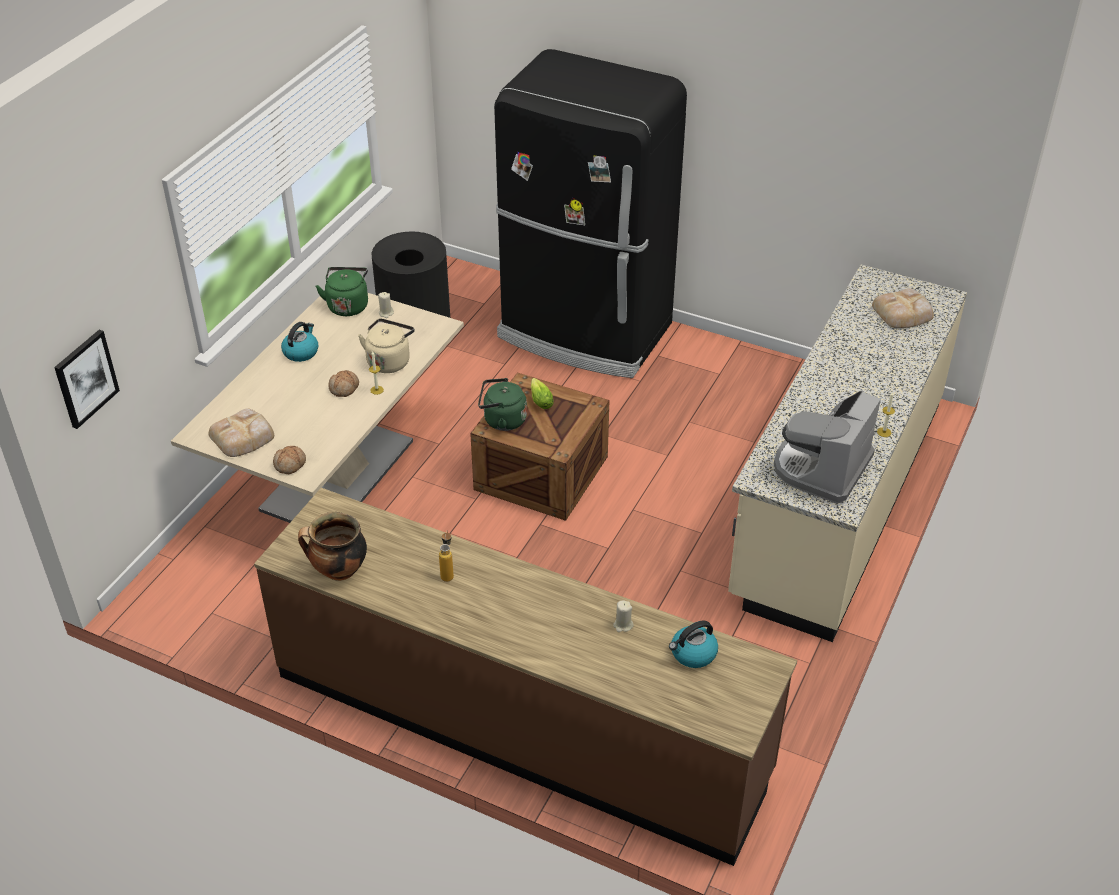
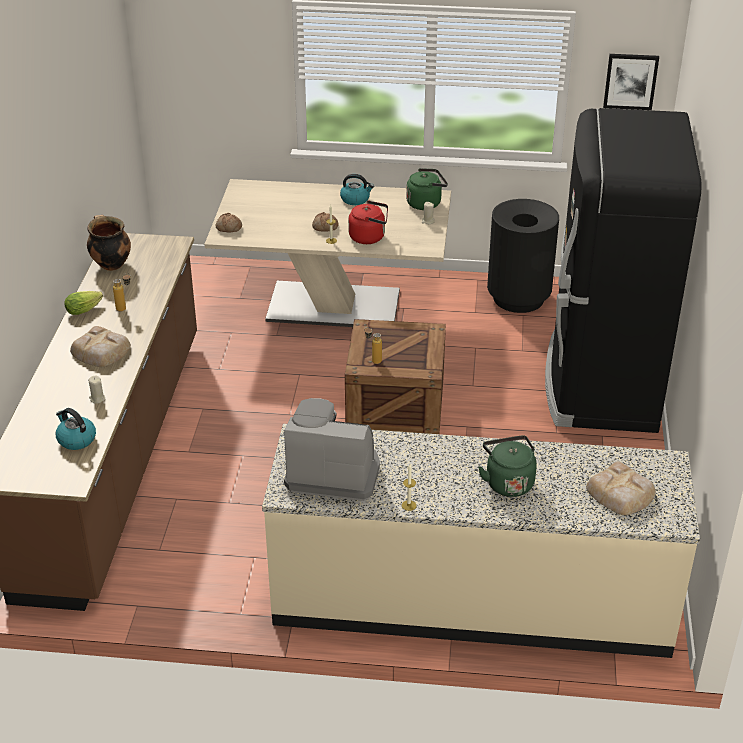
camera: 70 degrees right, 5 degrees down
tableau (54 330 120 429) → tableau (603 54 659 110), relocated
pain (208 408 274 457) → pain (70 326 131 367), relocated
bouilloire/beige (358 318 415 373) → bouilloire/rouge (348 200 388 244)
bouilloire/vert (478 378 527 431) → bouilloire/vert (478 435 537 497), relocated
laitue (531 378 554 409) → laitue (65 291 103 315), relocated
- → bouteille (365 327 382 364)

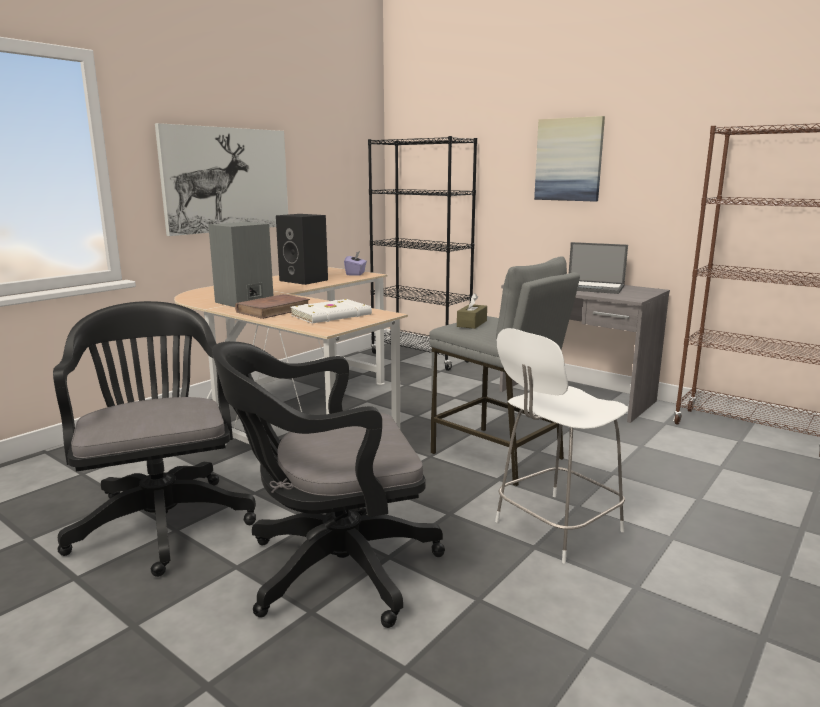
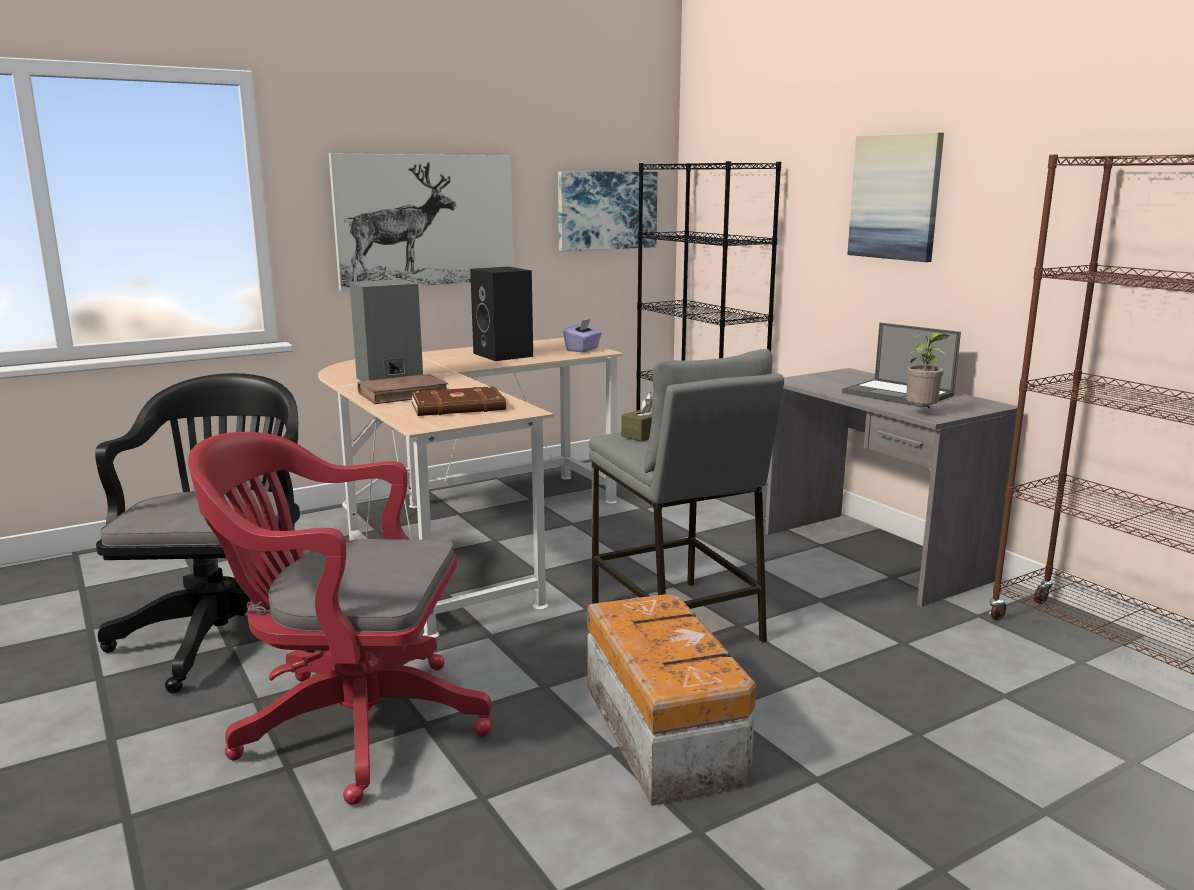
camera: 20 degrees right, 0 degrees up
chaise de bureau/noir (212 341 445 628) → chaise de bureau/rouge (188 432 492 805)
livre/blanc (290 299 372 323) → livre/marron (411 386 506 416)
chaise/blanc (495 328 628 563) → boîte de rangement (587 594 756 806)
- → tableau (558 172 658 251)
- → plante en pot (906 332 949 409)

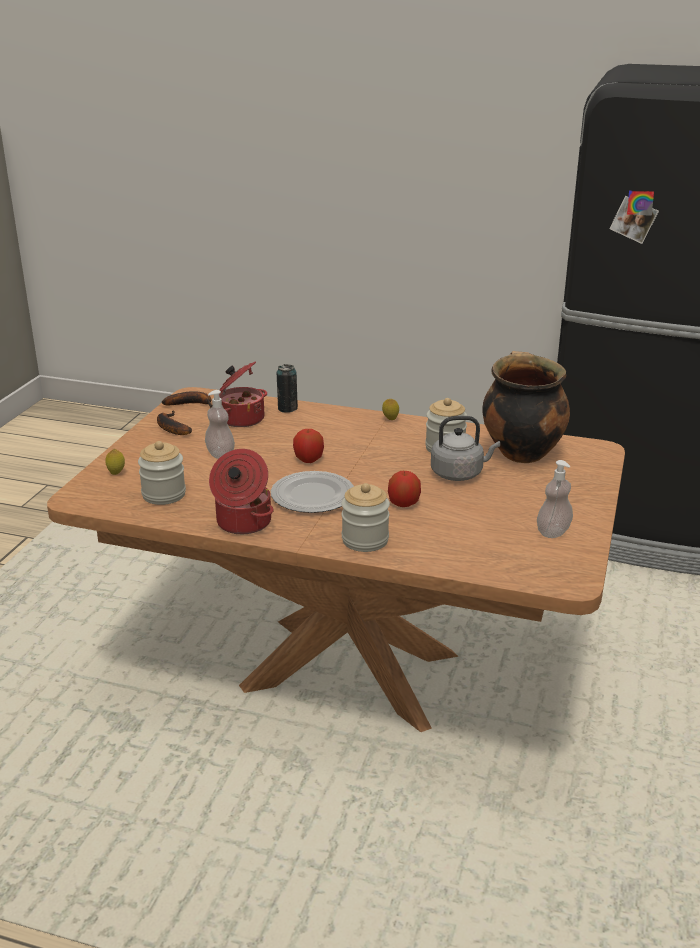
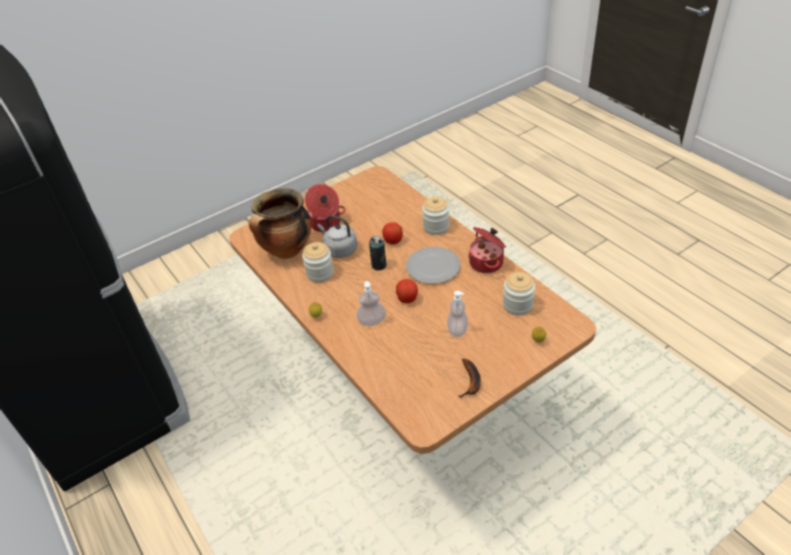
camera: 140 degrees left, 15 degrees up
banane (162 391 213 408) → -
marmite (219 361 267 427) → marmite (305 184 346 232), relocated
boîte métallique (277 364 298 413) → boîte métallique (369 236 386 270), relocated
distributeur de savon (537 460 573 538) → distributeur de savon (356 281 386 326), relocated

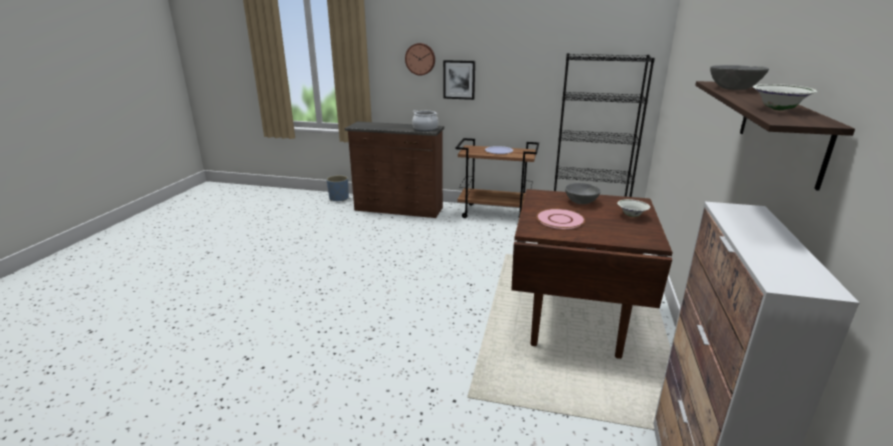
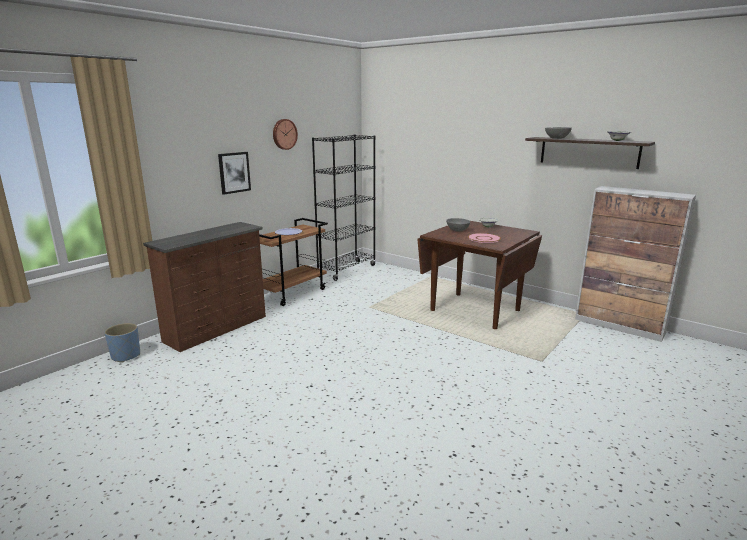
camera: 65 degrees left, 5 degrees down
horloge murale (405 43 435 75) → horloge murale (273 119 298 150), relocated
marmite (412 110 439 131) → -

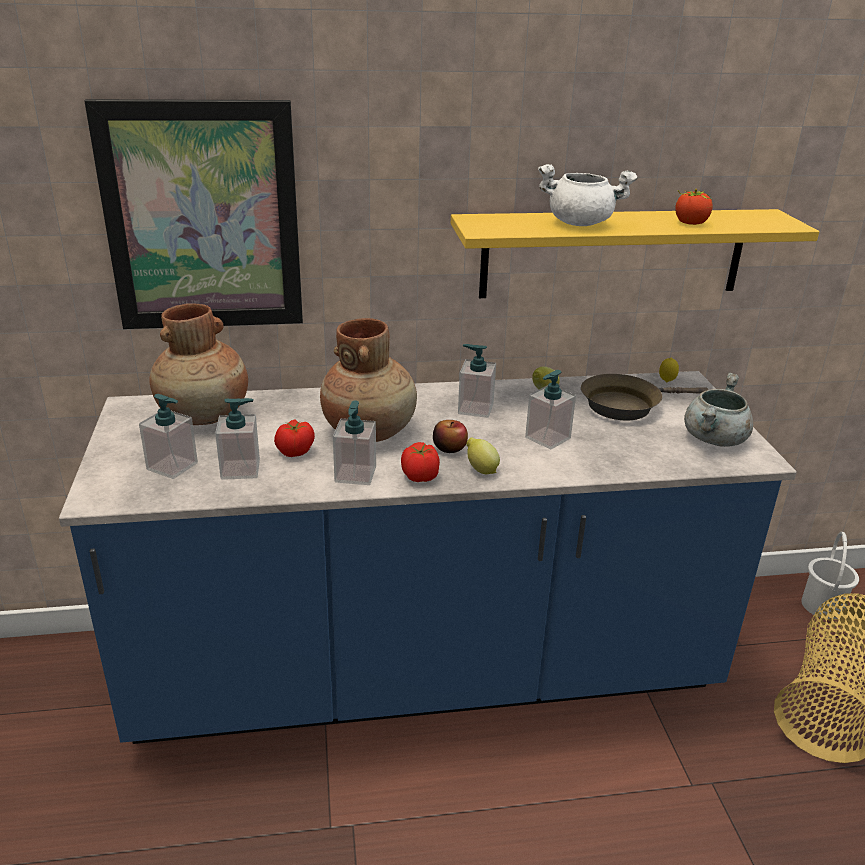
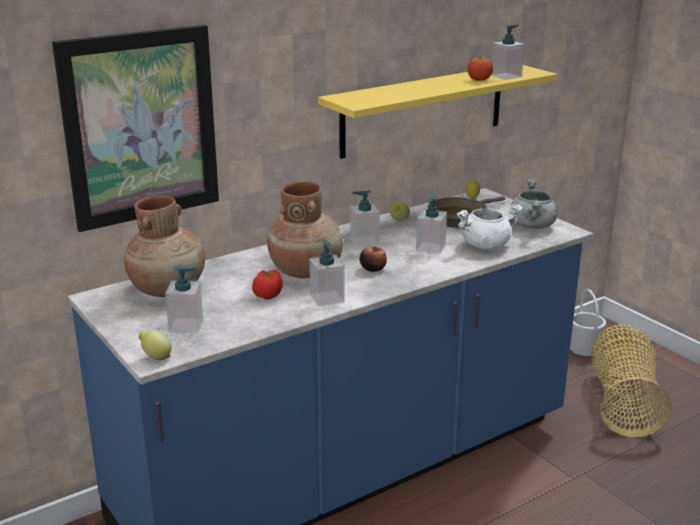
camera: 25 degrees left, 5 degrees down
distributeur de savon (215 398 260 480) → distributeur de savon (491 24 525 80), relocated
tomate (401 442 440 482) → -
citron (467 437 500 474) → citron (138 331 172 360), relocated
marmite/blanc (538 164 637 226) → marmite/blanc (457 204 523 250), relocated

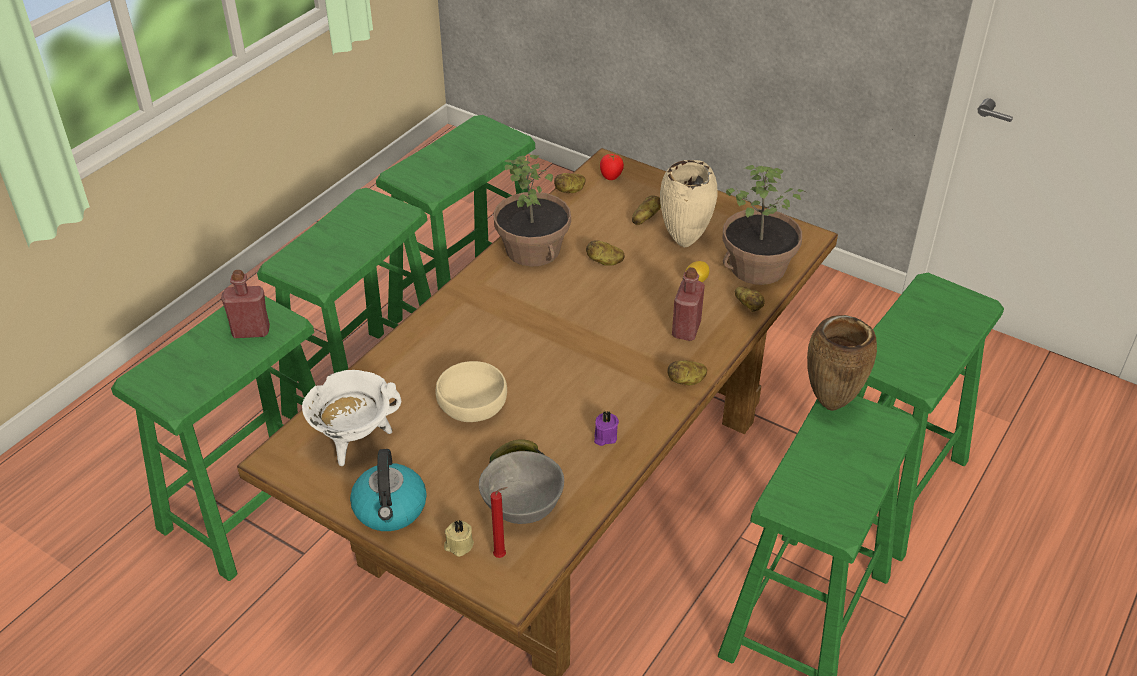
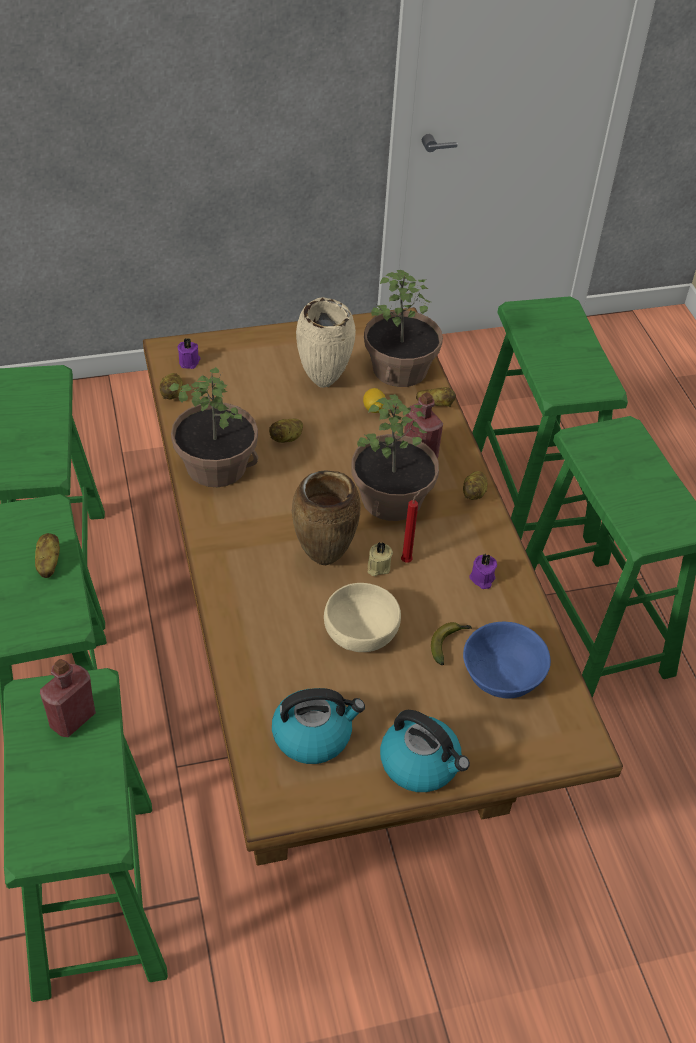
camera: 50 degrees left, 5 degrees up
marmite/blanc (302 370 401 466) → bouilloire (272 688 365 764)
bougie/beige (444 519 474 557) → bougie/beige (368 542 393 576), relocated
bol/gris (479 451 564 524) → bol/bleu (463 622 551 699)
bougie/rouge (491 487 507 558) → bougie/rouge (401 491 421 563), relocated
tomate (600 154 624 180) → bougie/violet (177 338 201 369)
pomme de terre (632 195 661 225) → pomme de terre (35 533 60 578), relocated
vase/marron (807 315 877 411) → vase/marron (292 470 361 565), relocated
- → plante en pot (352 394 439 521)

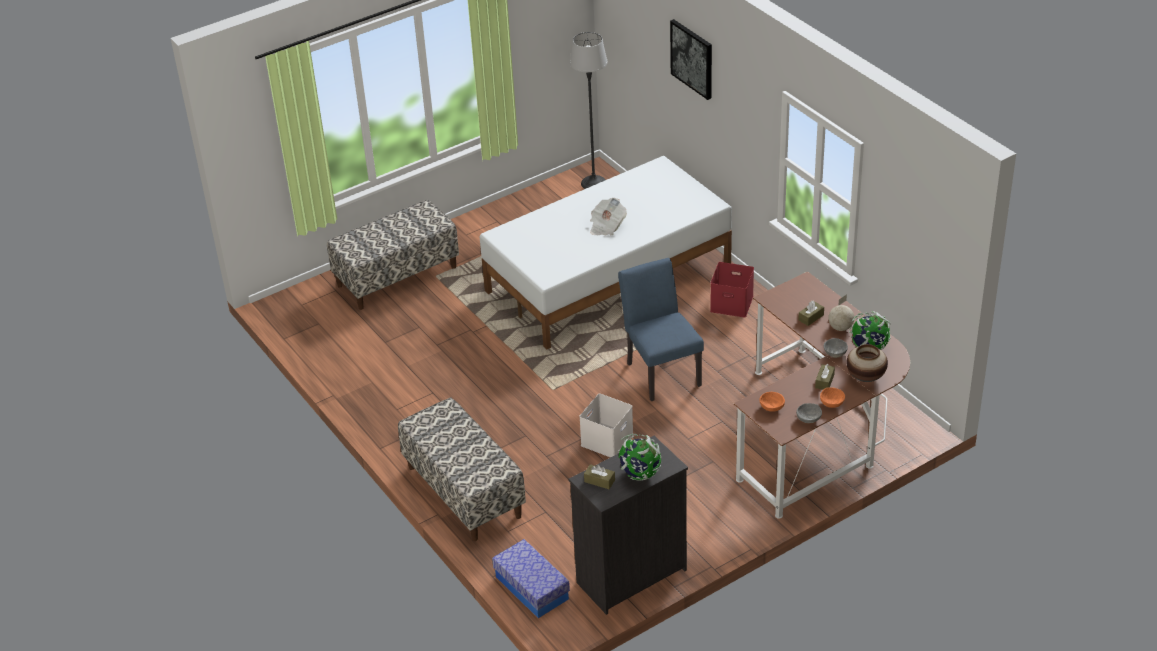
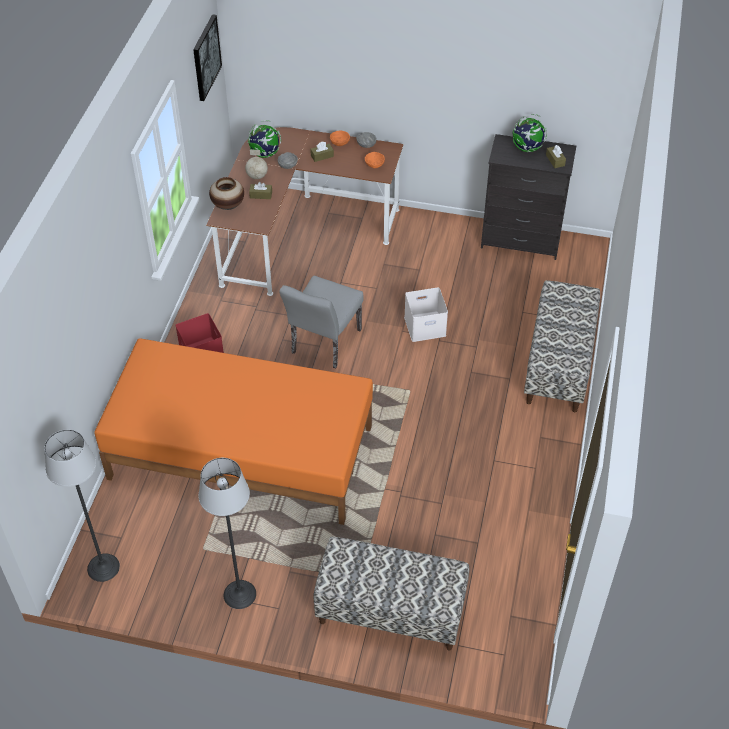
camera: 135 degrees left, 10 degrees up
lit/blanc (480 156 732 349) → lit/orange (94 338 373 525)
boîte de rangement (492 539 570 618) → -
journal (590 198 627 236) → -
chaise/bleu (618 258 704 401) → chaise/gris (279 276 364 368)
tableau (670 19 712 100) → tableau (193 14 222 101), relocated
vase (847 344 888 382) → vase (209 177 244 210), relocated
- → lampadaire (199 458 256 609)

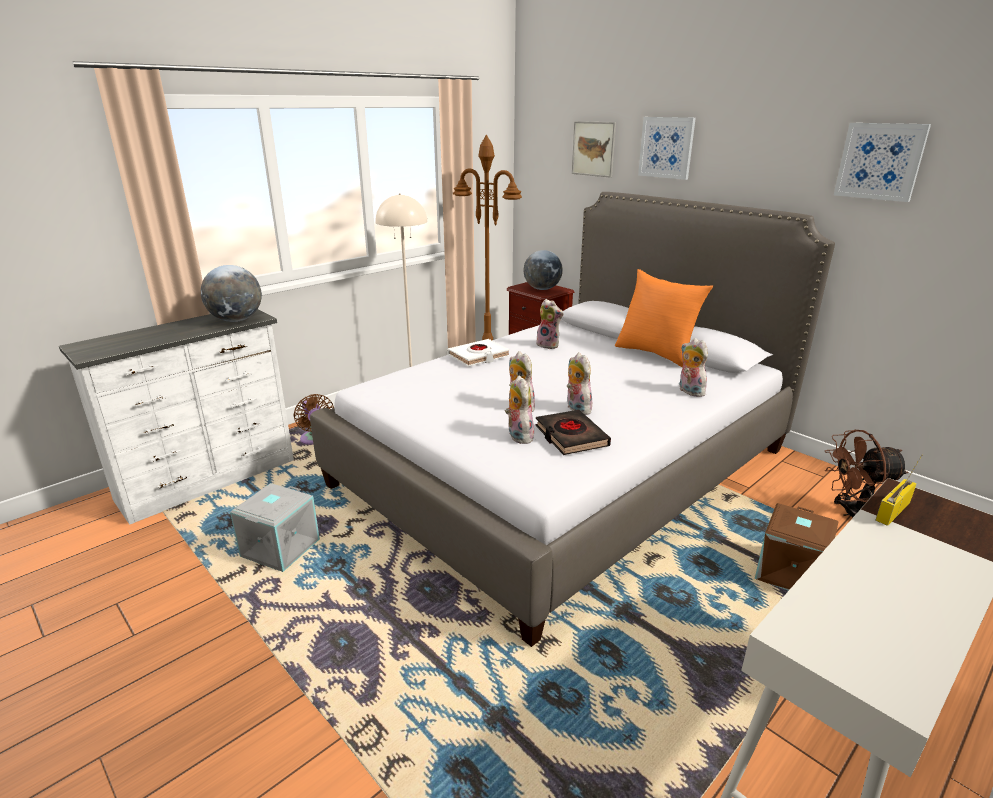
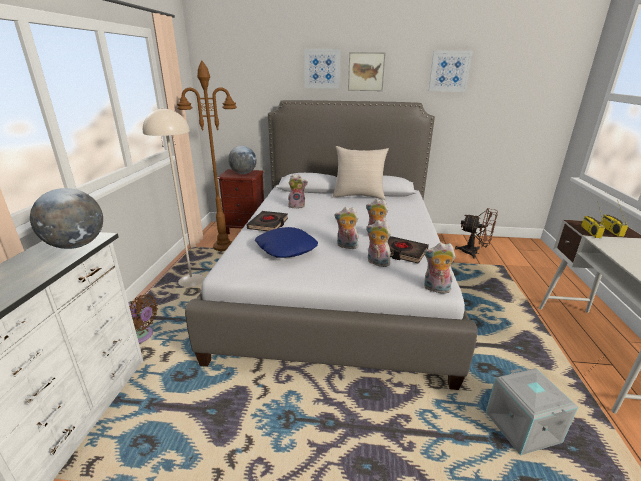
camera: 40 degrees left, 0 degrees up
boîte de rangement/gris (230 483 320 572) → boîte de rangement/gris (486 368 578 455), relocated
livre/blanc (447 339 510 367) → livre/noir (247 211 288 231)
tableau (572 121 616 178) → tableau (348 52 386 91), relocated
coussin/orange (615 269 713 368) → coussin/beige (333 146 389 200)
peluche (679 338 708 397) → peluche (424 243 456 293), relocated
boîte de rangement/marron (755 503 838 591) → -
ventilateur/marron (825 430 908 517) → ventilateur/marron (455 208 498 259), 105 degrees counterclockwise
- → coussin/bleu (255 227 318 258)
- → radio (600 200 628 237)

